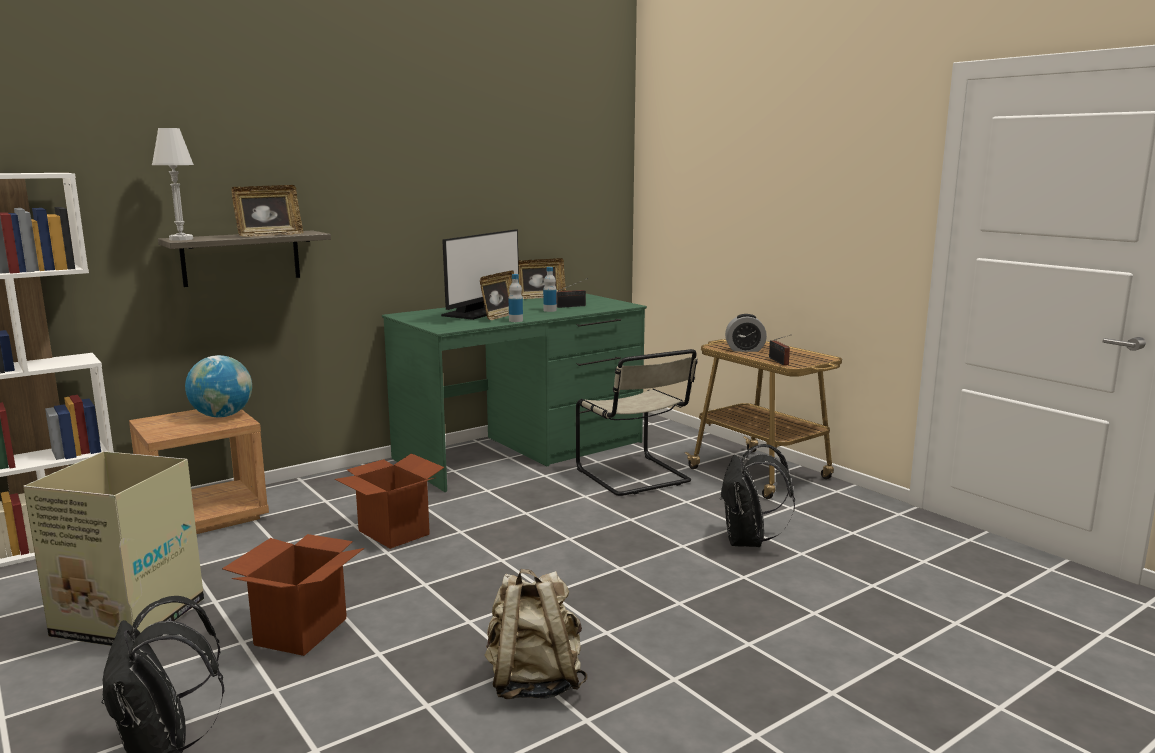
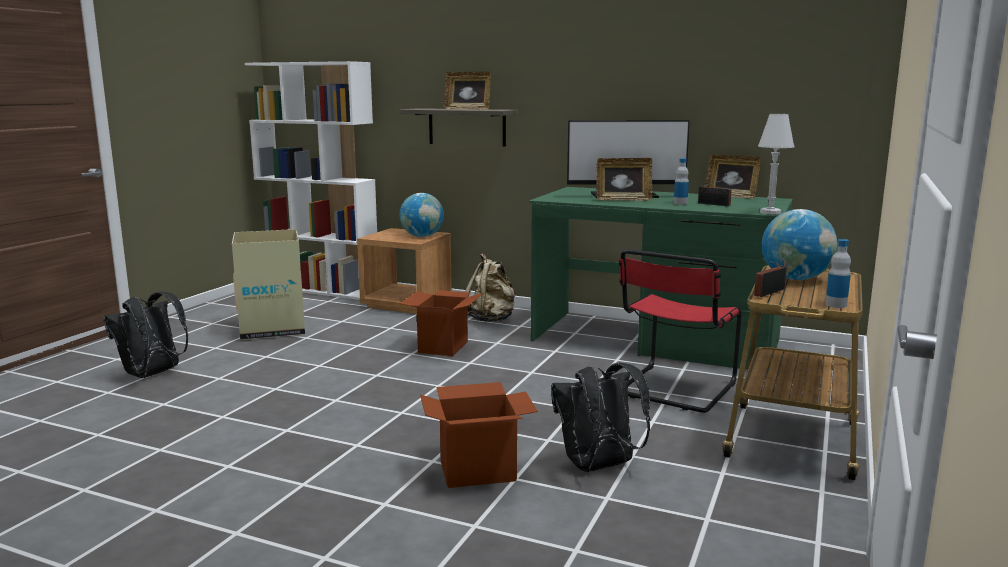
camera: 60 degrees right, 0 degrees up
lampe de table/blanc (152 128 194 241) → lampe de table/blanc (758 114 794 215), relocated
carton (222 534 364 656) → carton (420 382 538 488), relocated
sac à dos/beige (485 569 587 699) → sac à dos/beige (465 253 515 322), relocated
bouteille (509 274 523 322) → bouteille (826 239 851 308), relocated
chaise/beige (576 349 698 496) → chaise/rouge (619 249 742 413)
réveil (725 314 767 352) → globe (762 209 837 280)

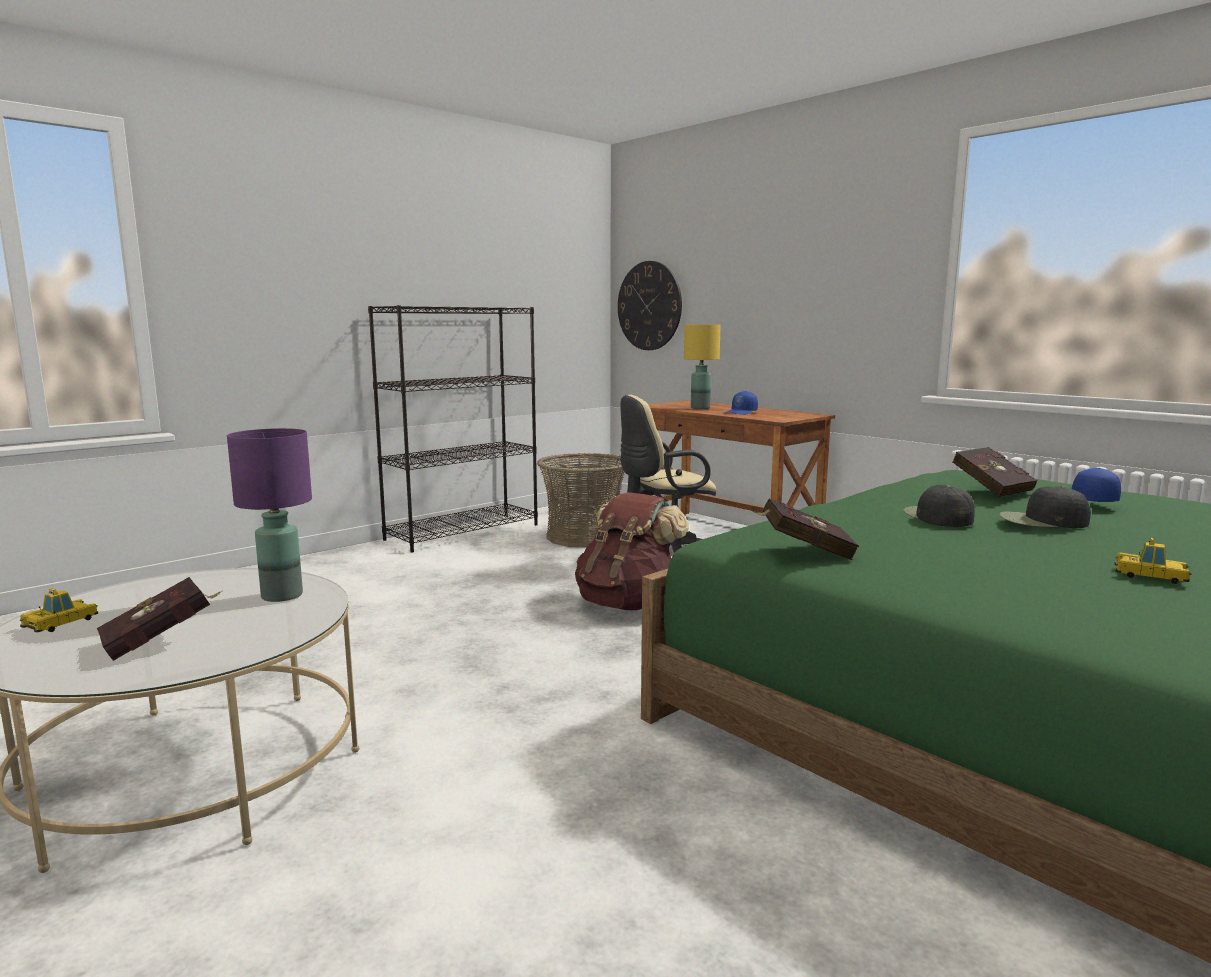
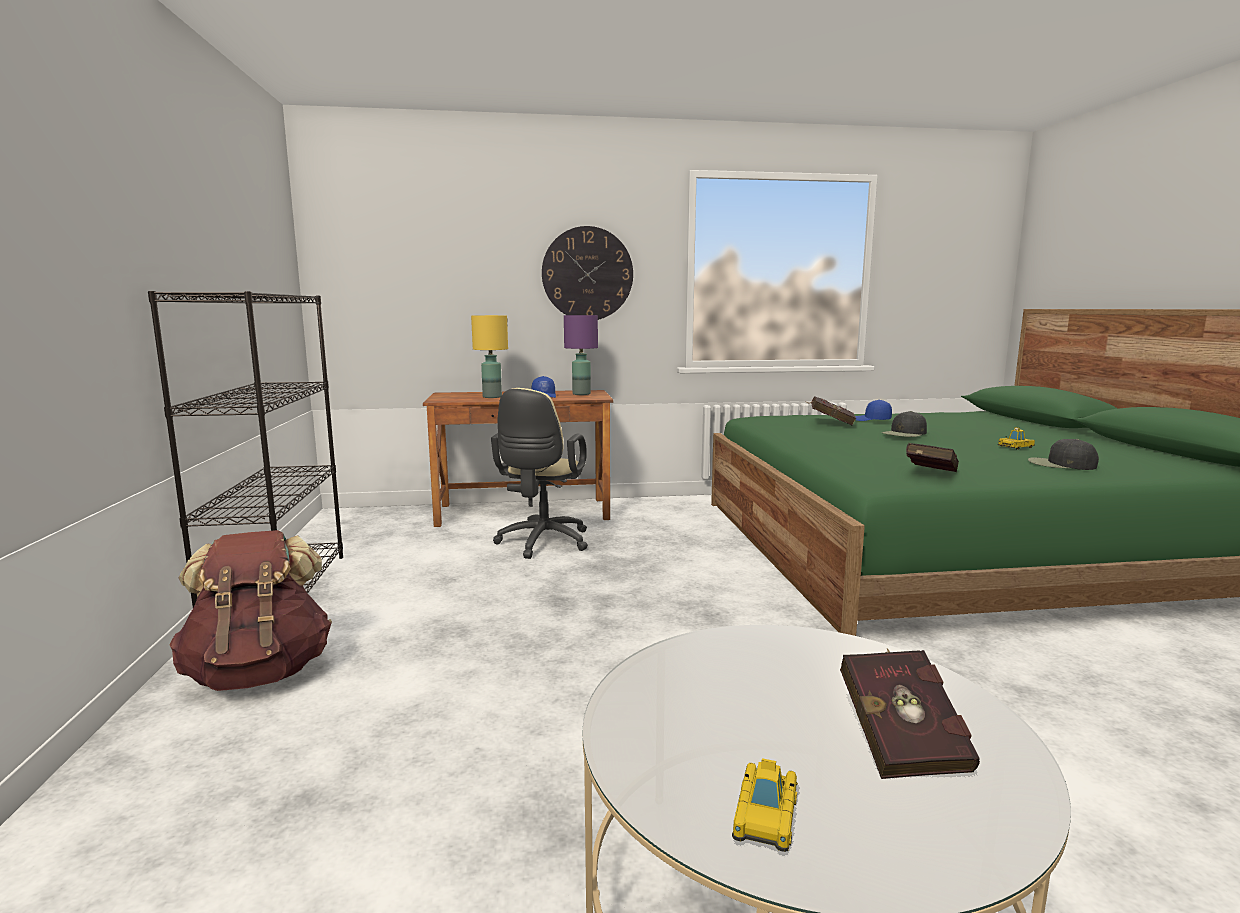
camera: 55 degrees left, 0 degrees up
petite voiture (20 588 98 632) → petite voiture (732 758 798 852), 135 degrees counterclockwise
lampe de table/violet (227 428 312 602) → lampe de table/violet (564 315 598 395), relocated
panier (537 453 625 548) → -
sac à dos/marron (575 492 689 611) → sac à dos/marron (169 530 332 691), relocated
horloge murale (618 261 682 350) → horloge murale (542 226 633 320), relocated
casquette/noir (904 485 974 527) → casquette/noir (1028 439 1099 470), relocated

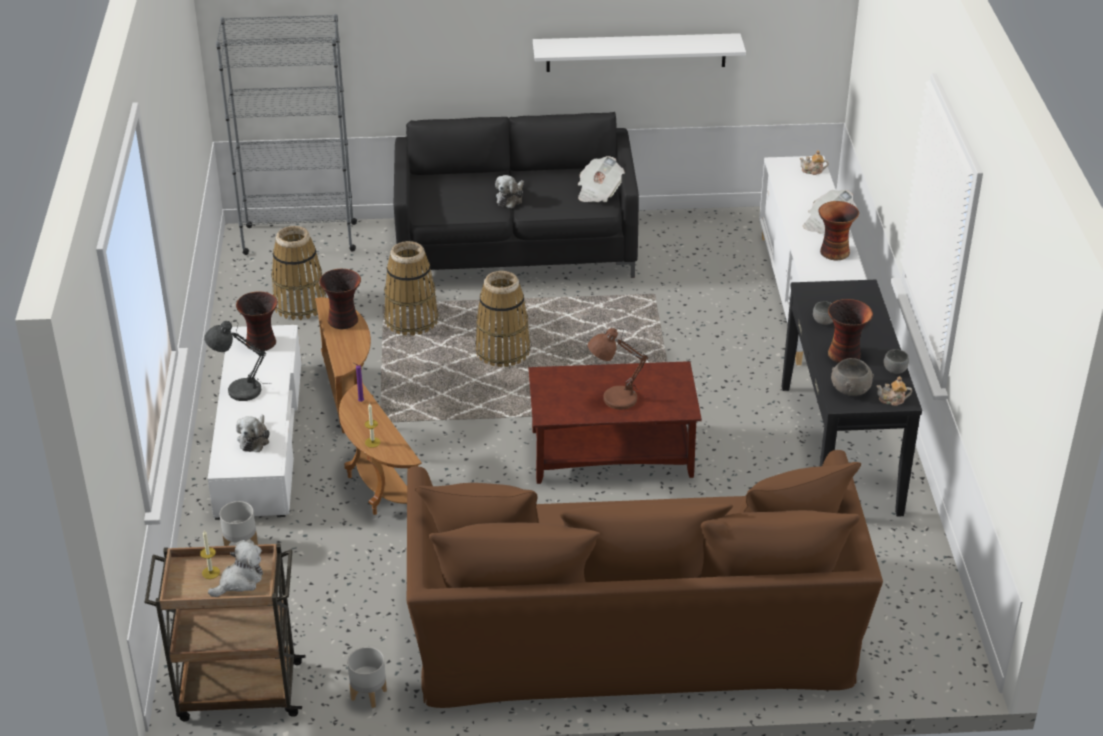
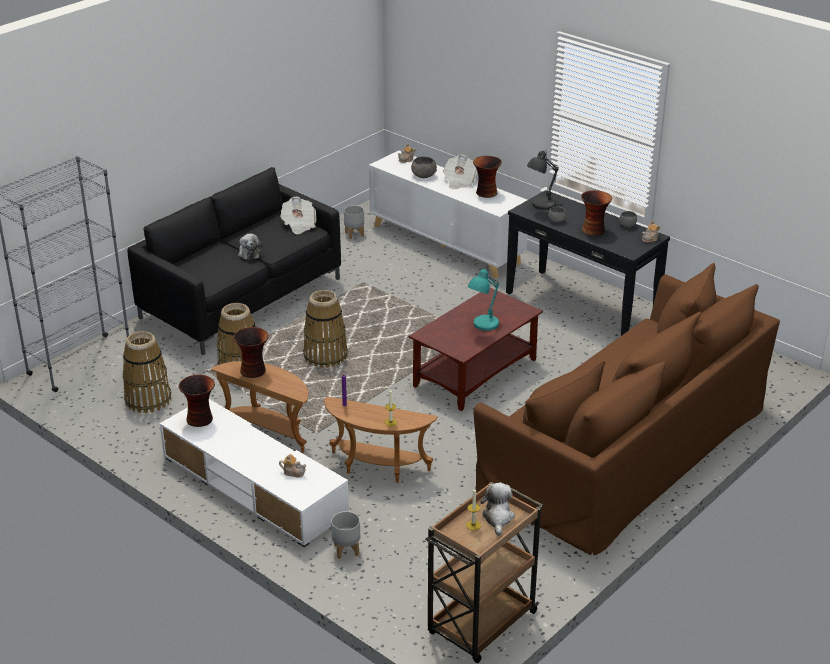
camera: 45 degrees left, 5 degrees down
lampe de table/gris (204 321 269 401) → lampe de table/gris (527 150 559 210), relocated
peluche (236 415 269 452) → théière (279 454 306 478)
cache-pot/gris (347 647 387 708) → cache-pot/gris (344 205 364 239), relocated
étagère/blanc (533 33 746 72) → -
lampe de table/marron (588 328 648 410) → lampe de table/turquoise (468 267 499 331)
bol/gris (831 358 874 396) → bol/gris (411 156 437 178), relocated

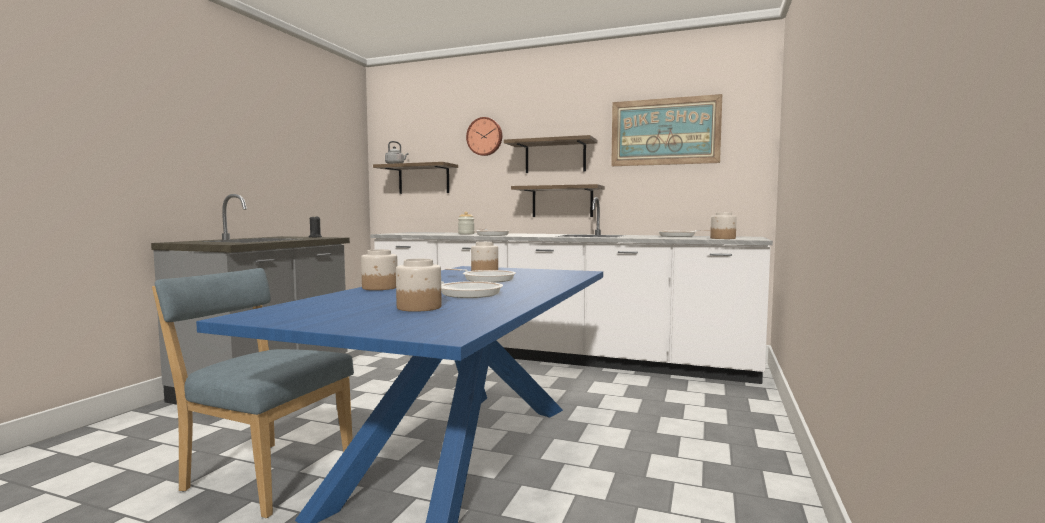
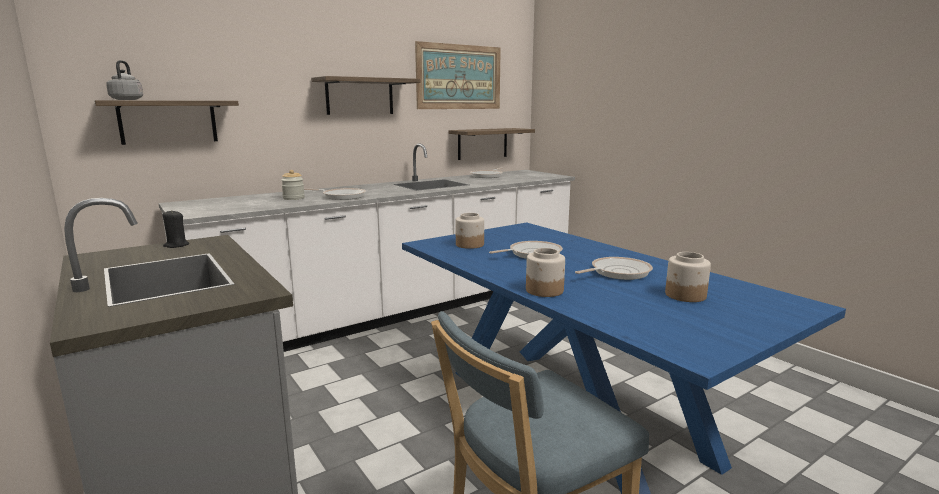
camera: 55 degrees left, 10 degrees up
horloge murale (466 117 502 156) → -
étagère (511 184 605 217) → étagère (449 128 535 160), relocated
bocal (710 212 737 239) → -

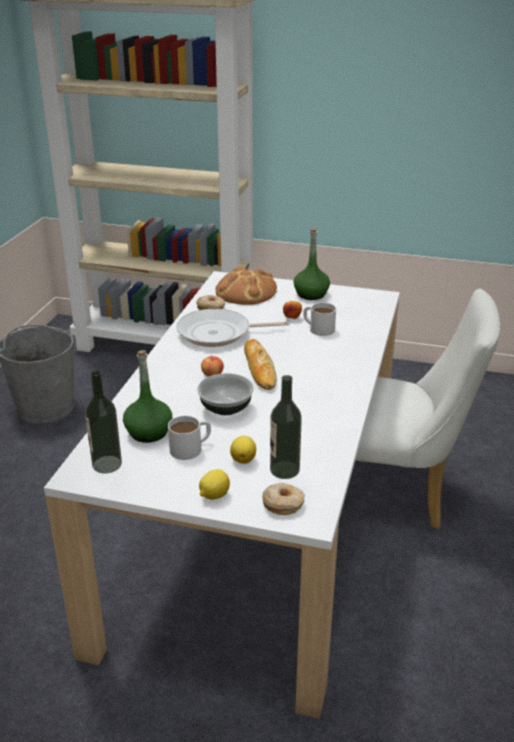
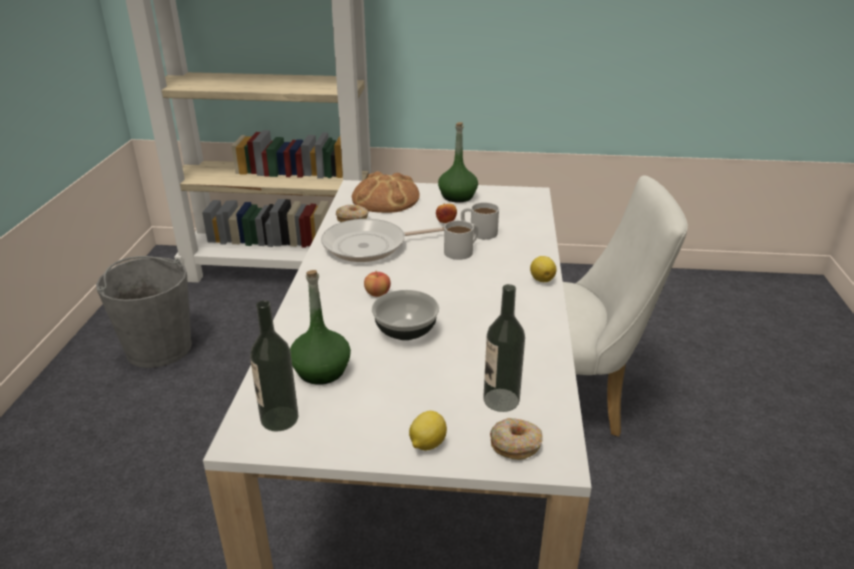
camera: 10 degrees left, 0 degrees up
mug/blanc (168 416 211 460) → mug/blanc (444 220 478 260), relocated
citron (230 436 256 464) → citron (530 256 557 282), relocated
pain (244 339 277 390) → -

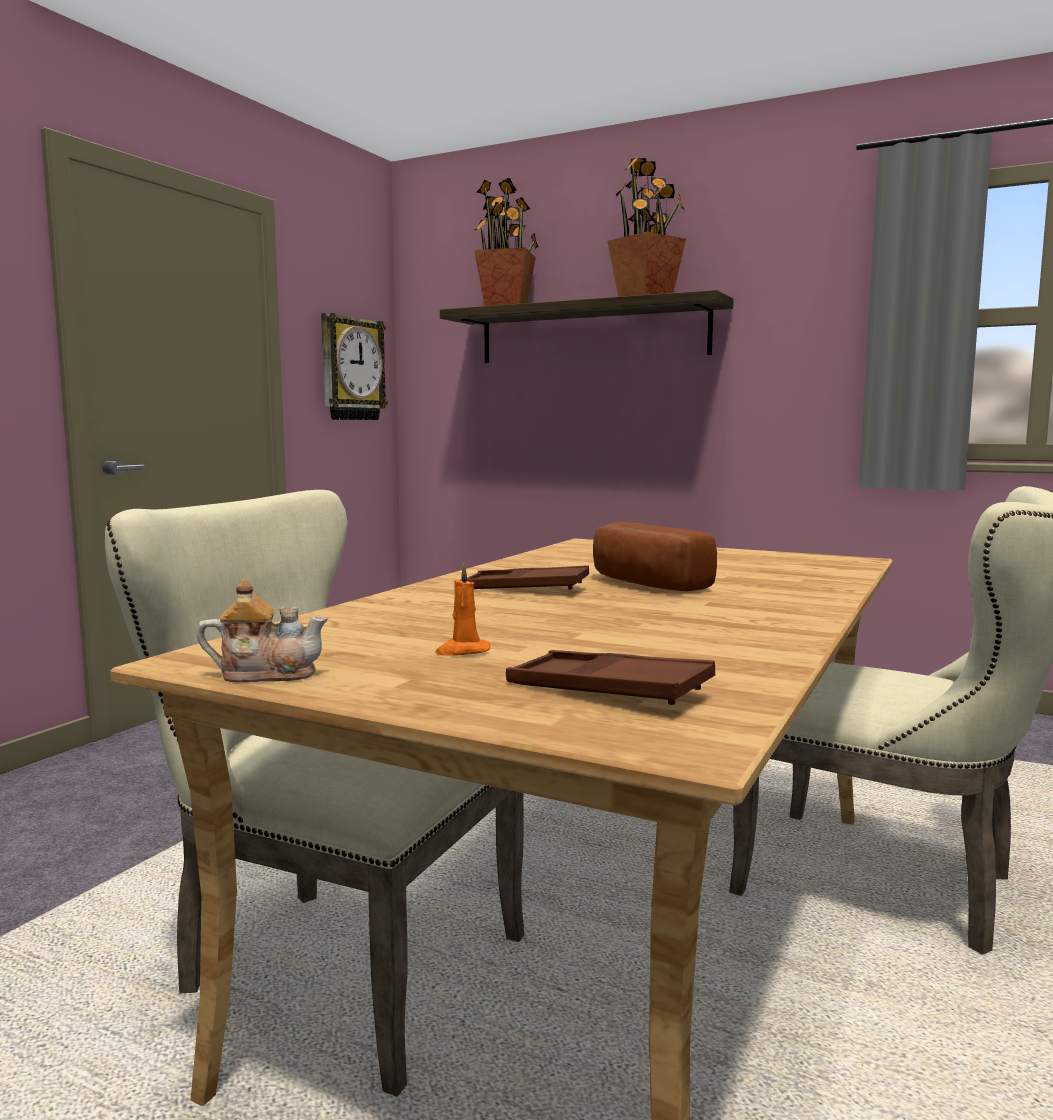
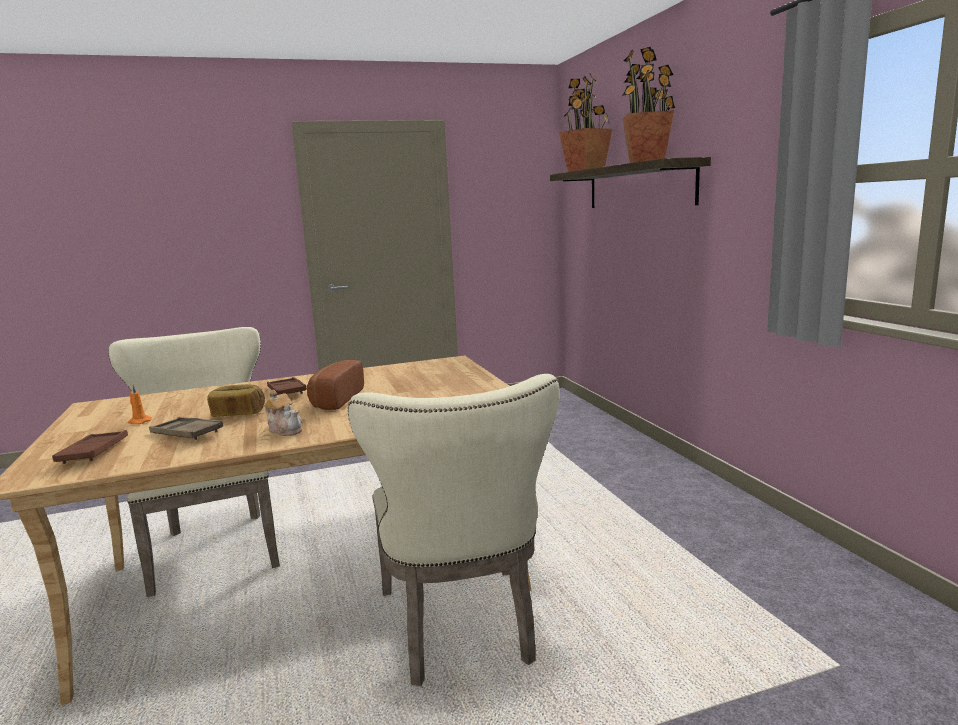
camera: 45 degrees right, 5 degrees up
théière (197 578 328 683) → théière (264 389 303 436), relocated
horloge murale (321 313 388 420) → -
- → plateau/marron (149 417 223 440)
- → pain (207 384 265 417)

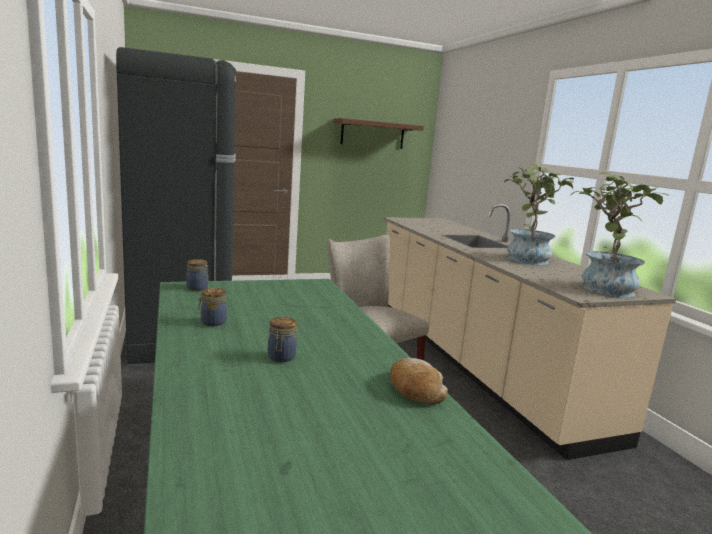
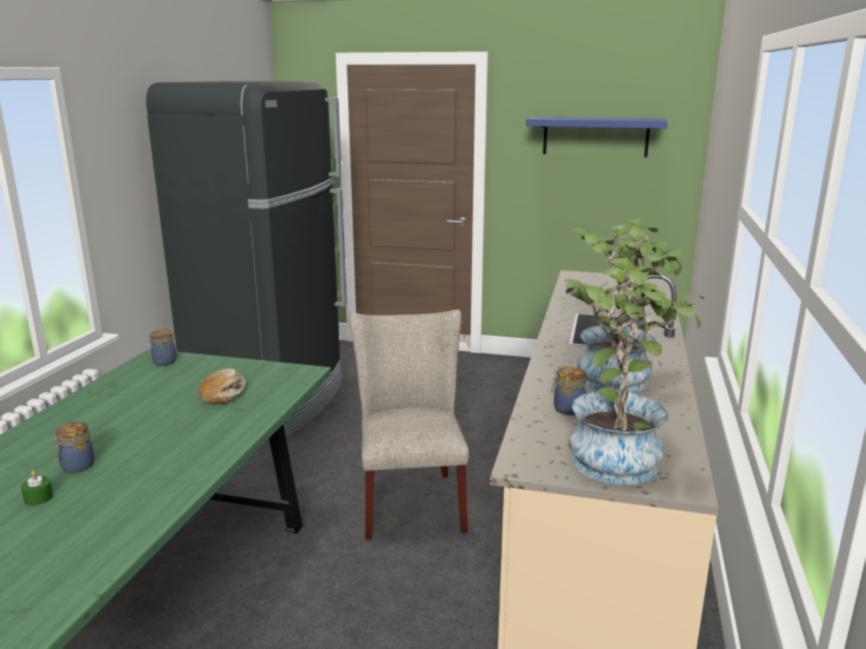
camera: 35 degrees right, 5 degrees up
bocal (198 288 227 326) → bocal (551 366 586 415), relocated
étagère/marron (333 118 424 149) → étagère/bleu (526 117 668 157)
pain (390 358 448 405) → pain (199 368 246 404), relocated
- → bougie/vert (21 470 53 506)

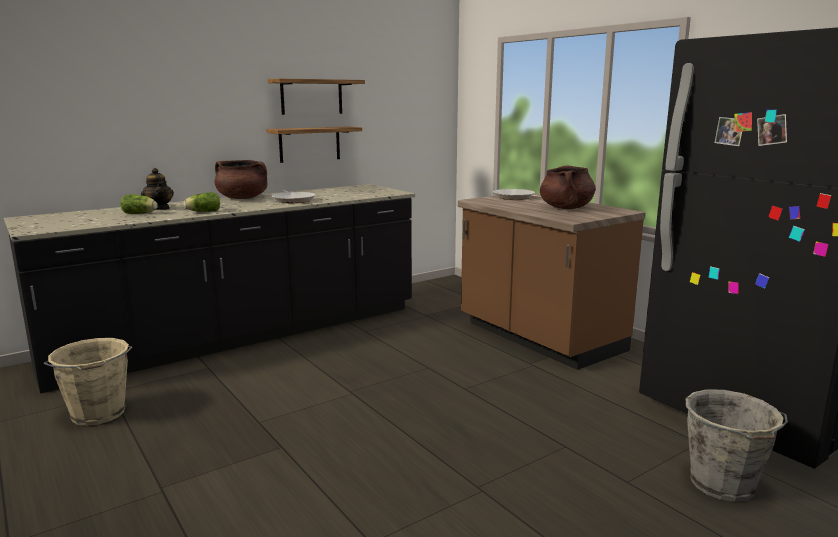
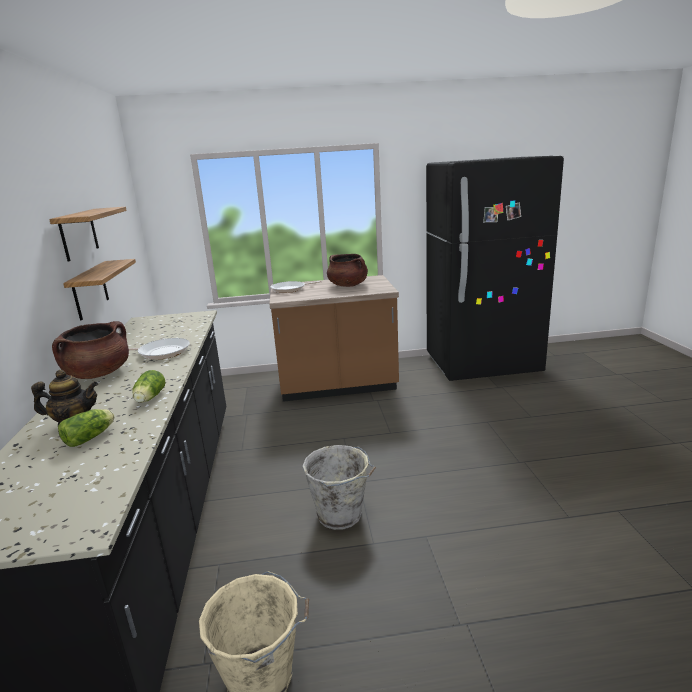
camera: 60 degrees left, 5 degrees up
seau/gris (686 389 788 502) → seau/gris (302 445 376 530), relocated

